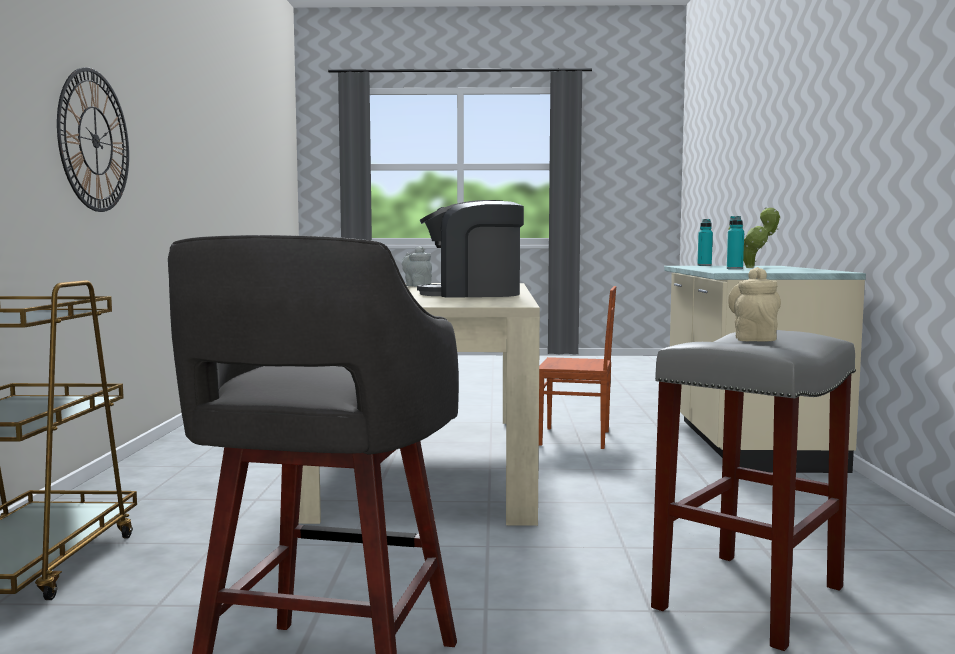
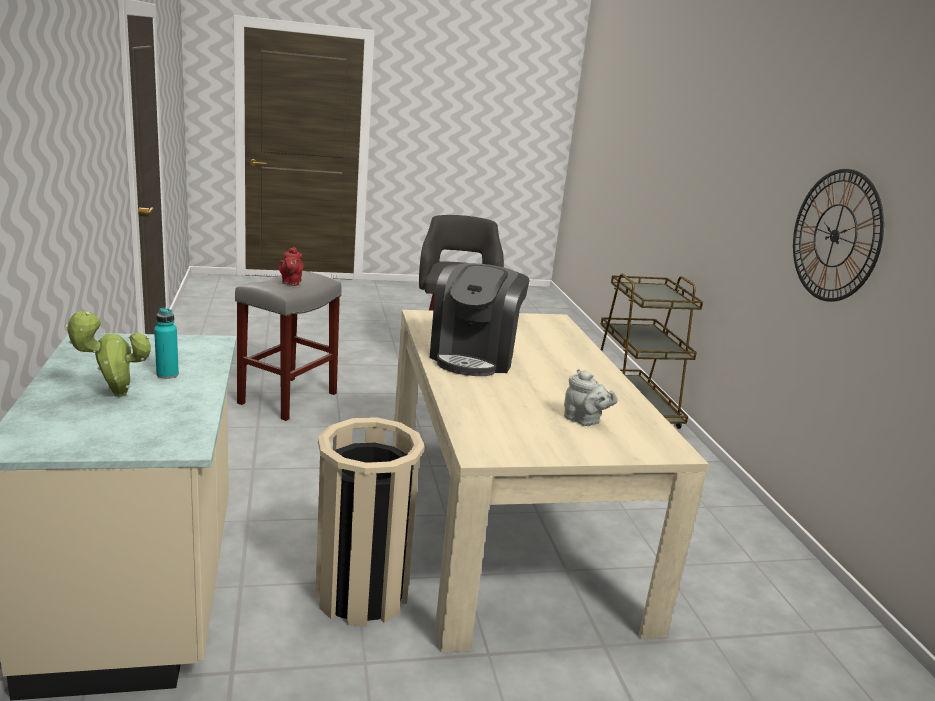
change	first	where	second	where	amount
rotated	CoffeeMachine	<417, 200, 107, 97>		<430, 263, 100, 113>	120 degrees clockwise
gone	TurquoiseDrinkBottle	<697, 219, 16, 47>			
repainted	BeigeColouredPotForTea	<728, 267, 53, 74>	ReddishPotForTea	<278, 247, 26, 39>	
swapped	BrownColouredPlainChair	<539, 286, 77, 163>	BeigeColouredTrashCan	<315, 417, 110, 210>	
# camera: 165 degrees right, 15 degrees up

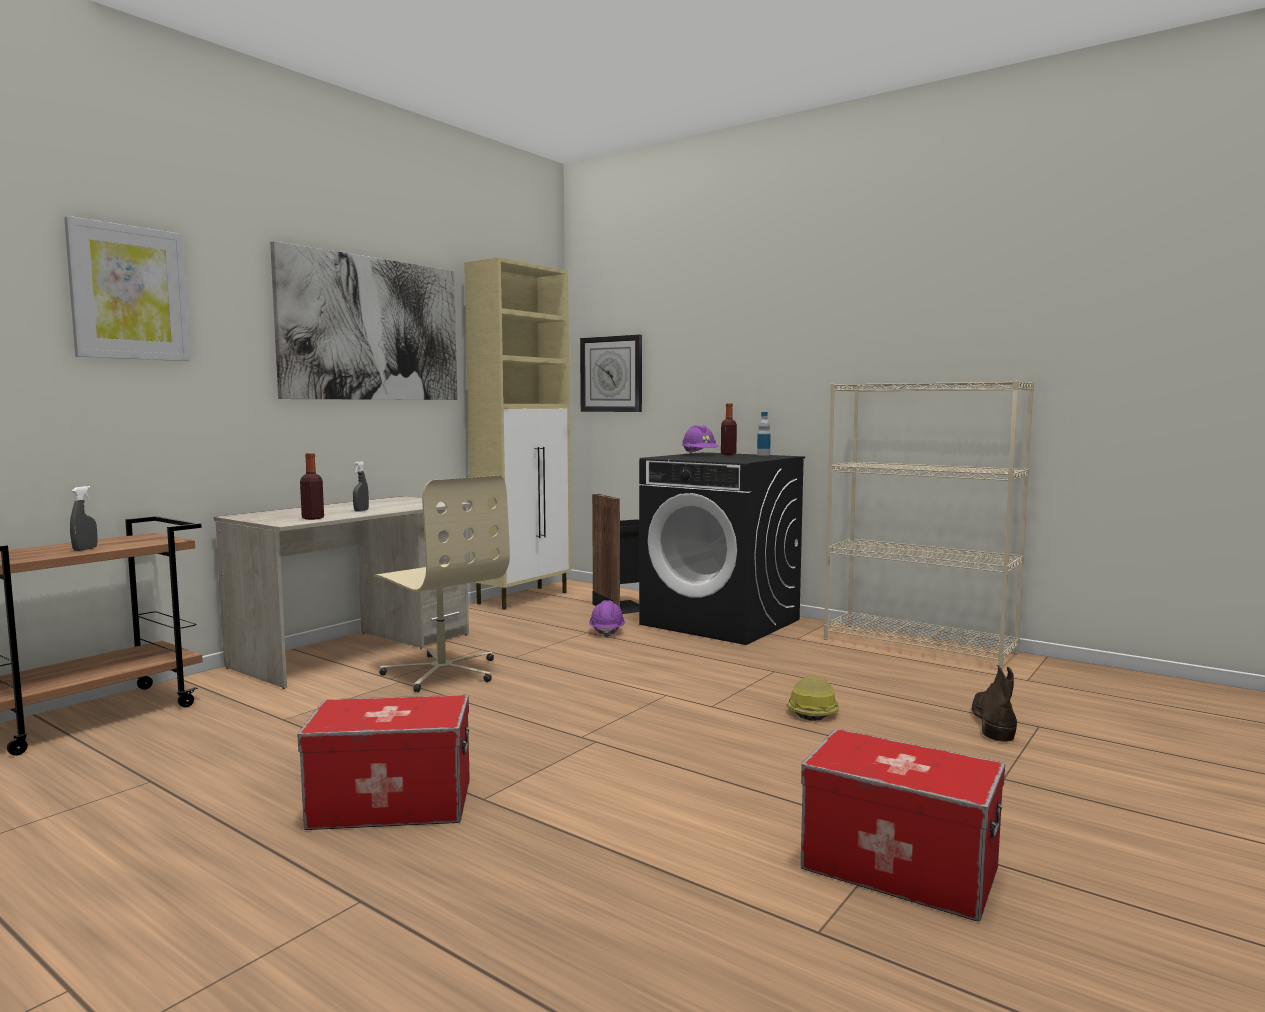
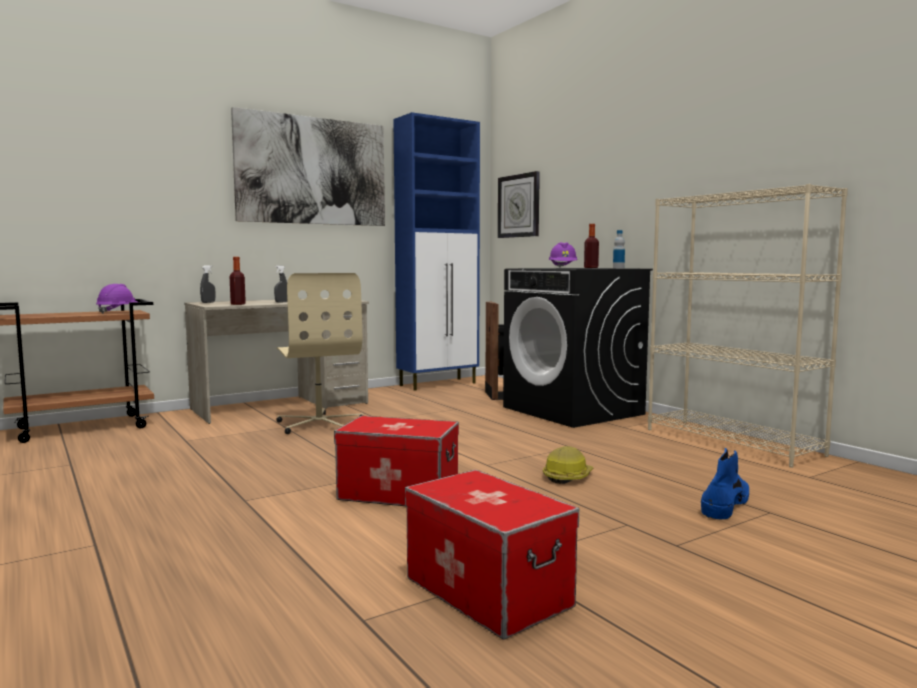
change	first	where	second	where	amount
gone	WallPicture	<64, 216, 127, 145>			
repainted	BeigeColouredStorageCabinet	<464, 258, 107, 352>	BlueColouredStorageCabinet	<393, 112, 87, 279>	
shifted	GreyishSprayBottle	<70, 486, 28, 65>		<200, 265, 16, 38>	
shifted	PurpleColouredHardHat	<589, 600, 36, 38>		<96, 284, 41, 30>	
repainted	BrownColouredTallBoot	<971, 665, 46, 77>	BlueColouredTallBoot	<701, 448, 48, 71>	
shifted	StorageContainer	<297, 695, 173, 135>		<334, 416, 125, 90>	
# camera: 20 degrees right, 0 degrees up

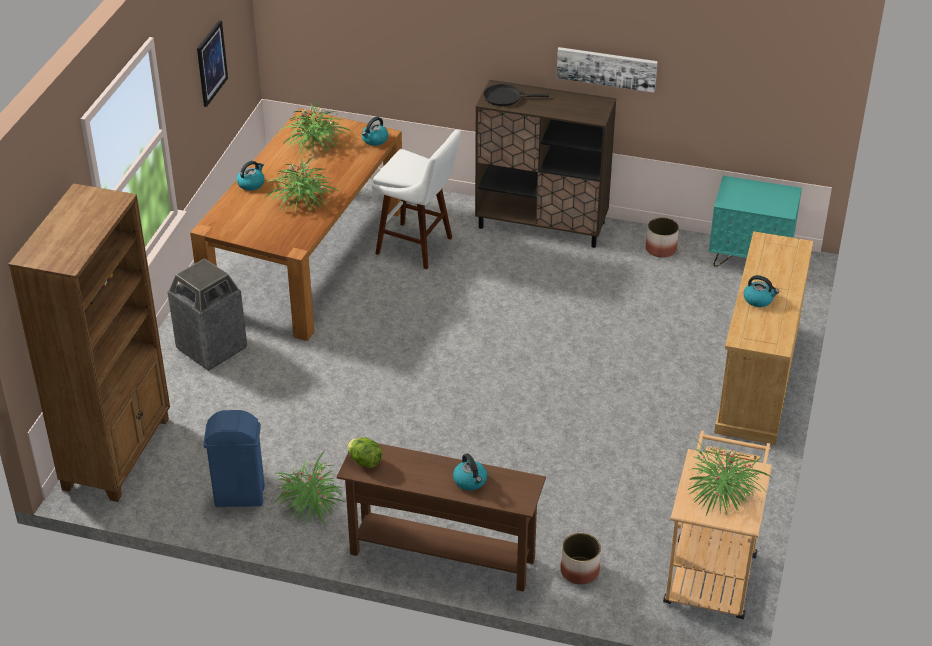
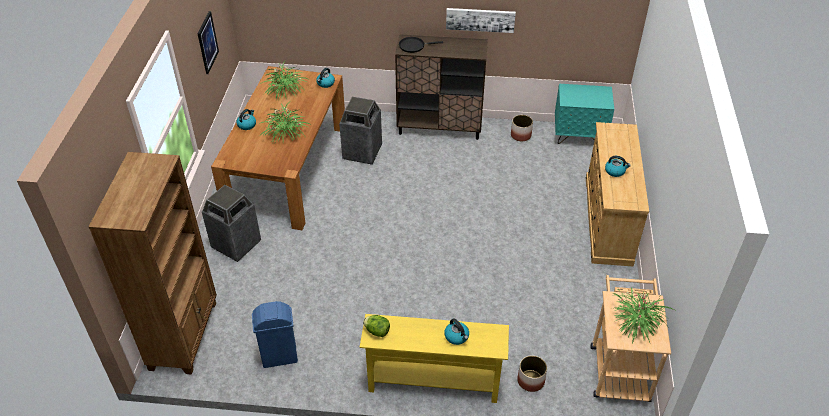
change	first	where	second	where	amount
swapped	WhitishStool	<372, 129, 89, 140>	TrashCan	<339, 97, 43, 68>	
repainted	BrownColouredNarrowTable	<337, 443, 209, 149>	YellowColouredNarrowTable	<360, 314, 149, 89>	
gone	PlantInAPot	<272, 452, 75, 76>			
# camera: 10 degrees left, 5 degrees up

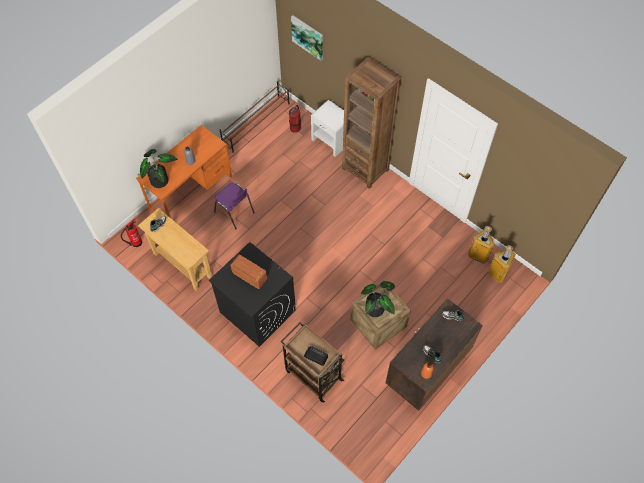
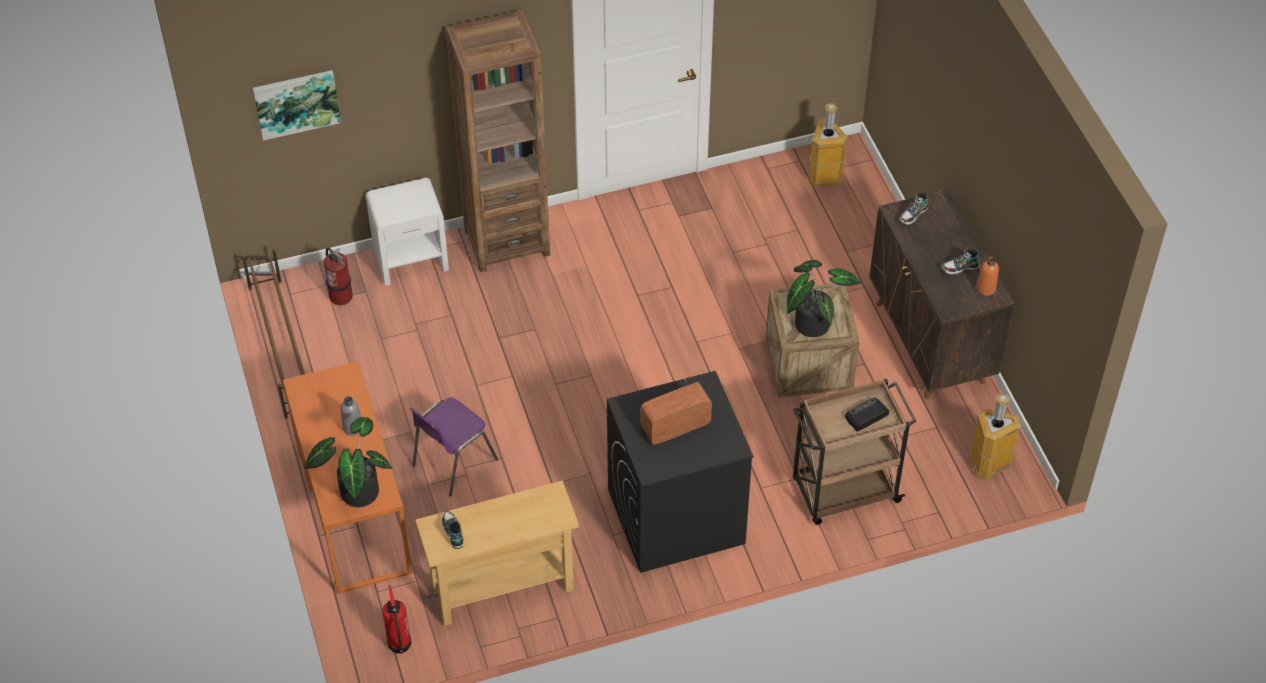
change	first	where	second	where	amount
rotated	PurpleColouredPlainChair	<214, 183, 41, 46>		<410, 397, 88, 100>	150 degrees clockwise
shifted	TrashCan	<468, 226, 27, 38>		<970, 393, 51, 87>	
# camera: 60 degrees left, 10 degrees down

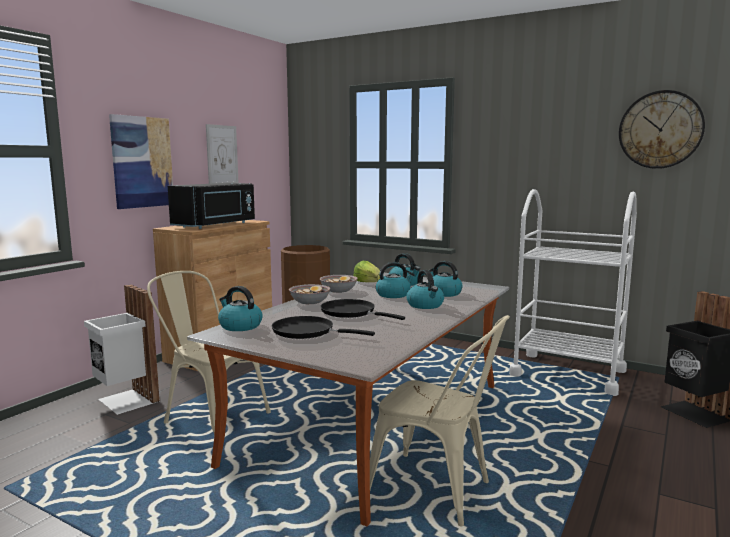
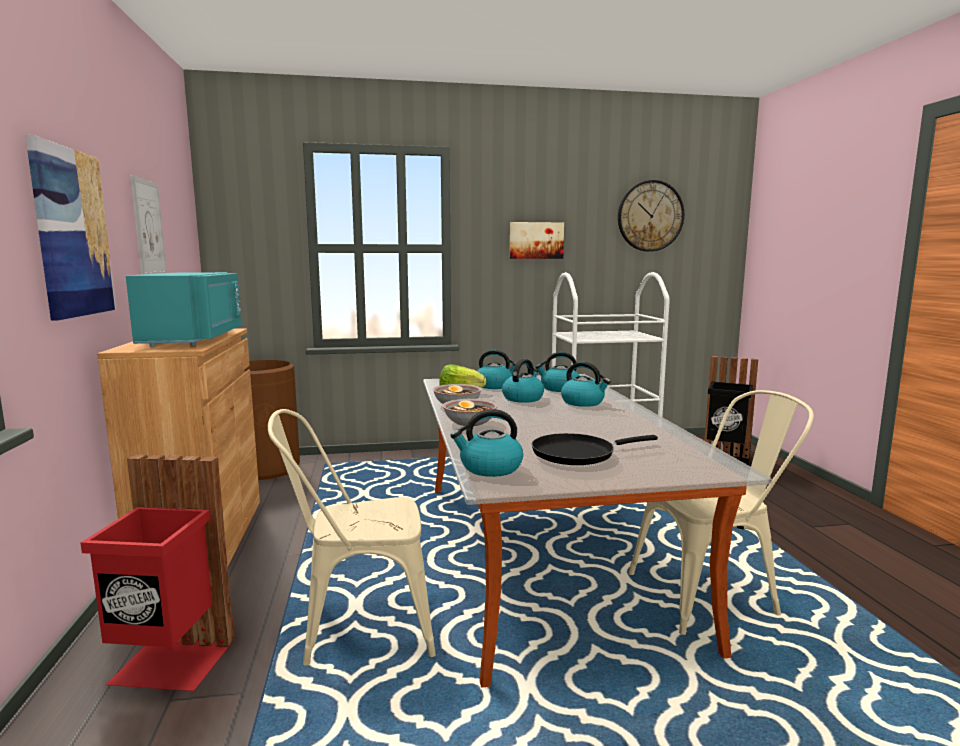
change	first	where	second	where	amount
repainted	BlackishMicrowave	<168, 183, 87, 46>	TurquoiseMicrowave	<126, 272, 115, 74>	
repainted	WhitishTrashCan	<84, 284, 76, 131>	ReddishTrashCan	<80, 454, 155, 237>	
gone	BlackishSkillet	<320, 299, 85, 21>			
new			WallPicture	<510, 222, 54, 37>	
# camera: 40 degrees left, 0 degrees up

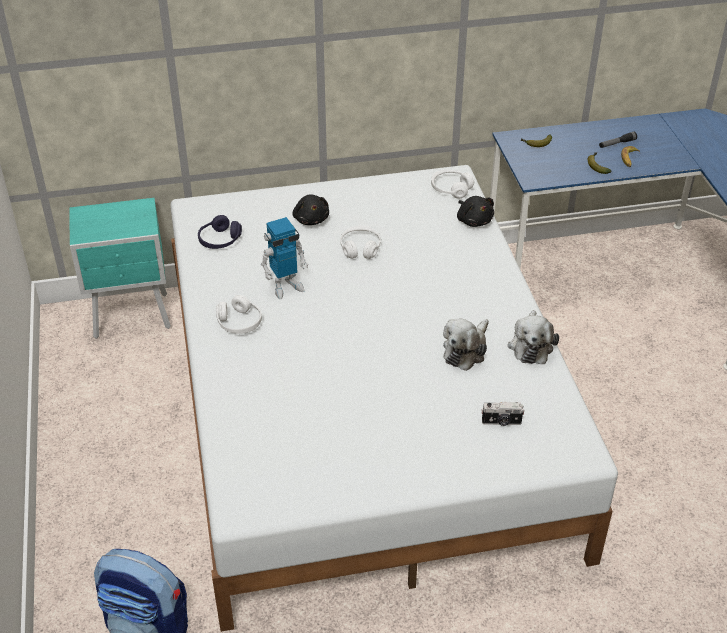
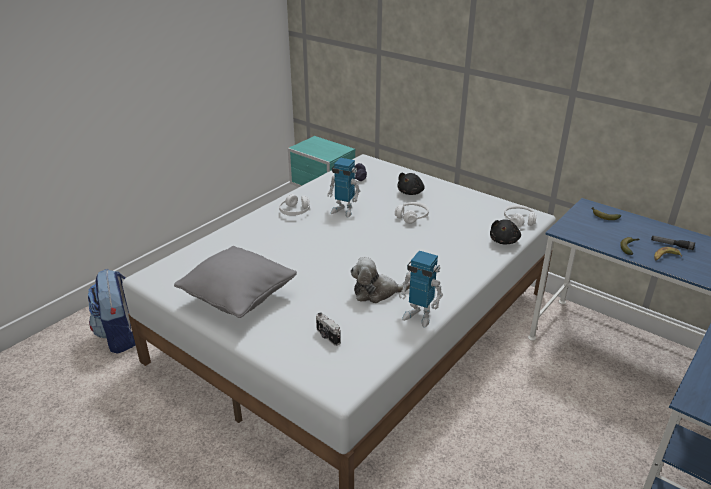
change	first	where	second	where	amount
swapped	CuddlyToy	<508, 310, 51, 54>	ToyRobot	<399, 251, 44, 77>	
new			GreyishThrowPillow	<174, 246, 123, 72>	
# camera: 50 degrees right, 10 degrees down

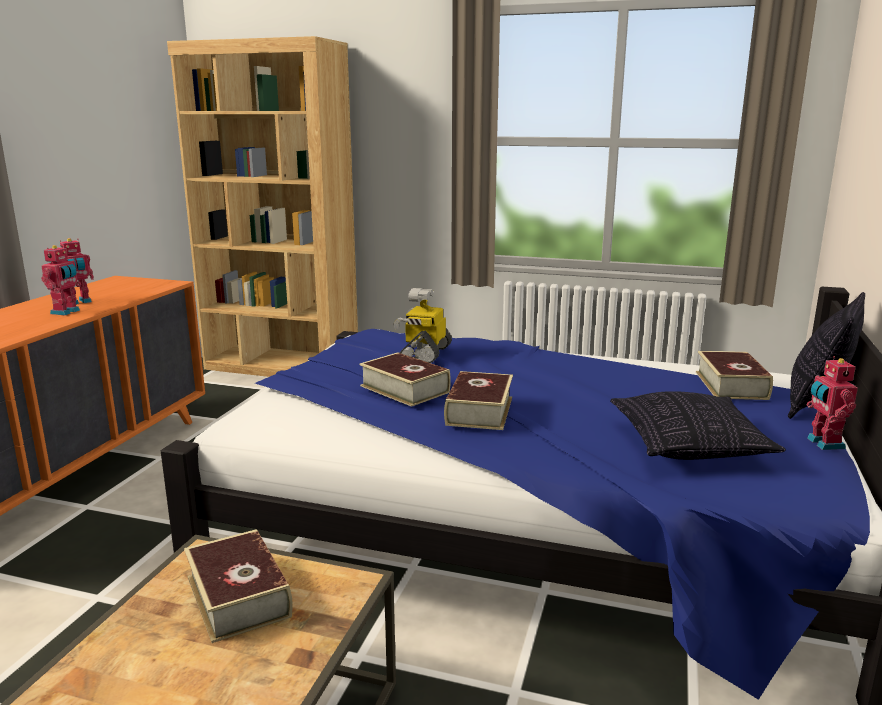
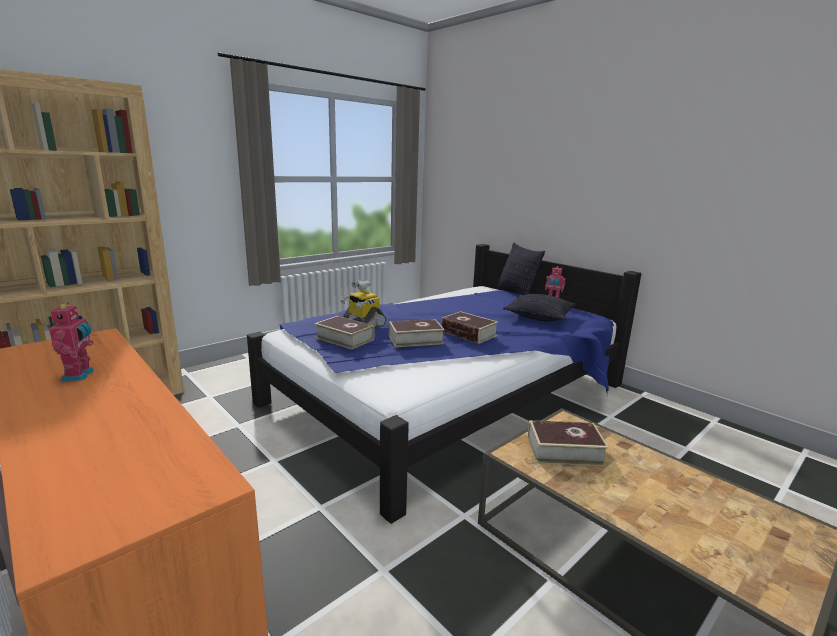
change	first	where	second	where	amount
gone	ToyRobot	<41, 245, 40, 70>			
shifted	BoundBook	<696, 351, 77, 49>		<315, 316, 60, 34>	
# camera: 60 degrees left, 0 degrees up

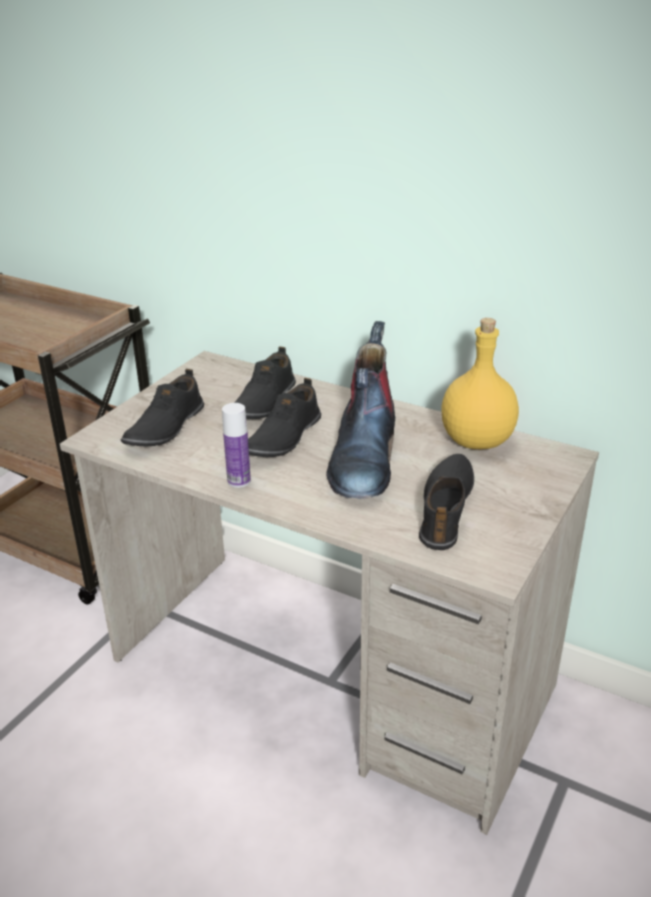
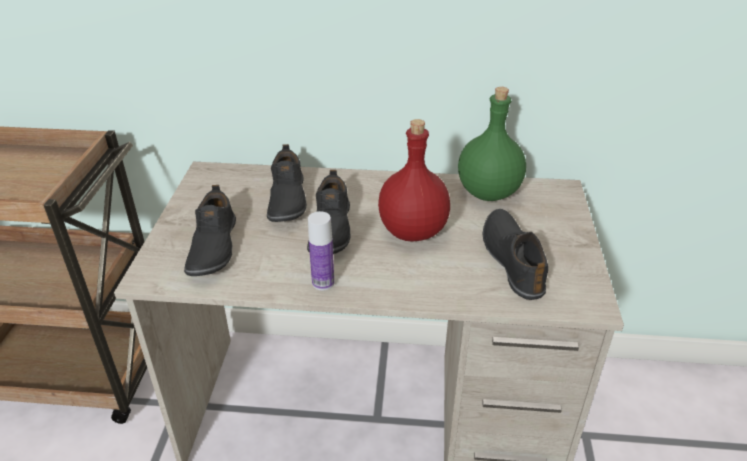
change	first	where	second	where	amount
repainted	YellowColouredDrinkBottle	<441, 318, 78, 131>	GreenishDrinkBottle	<458, 87, 68, 114>	
swapped	TallBoot	<326, 321, 69, 178>	ReddishDrinkBottle	<378, 119, 72, 122>	
# camera: 25 degrees left, 5 degrees up

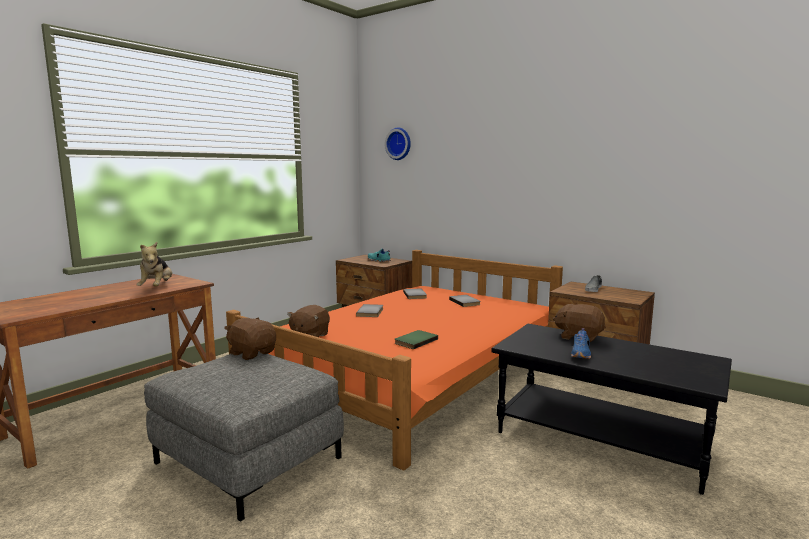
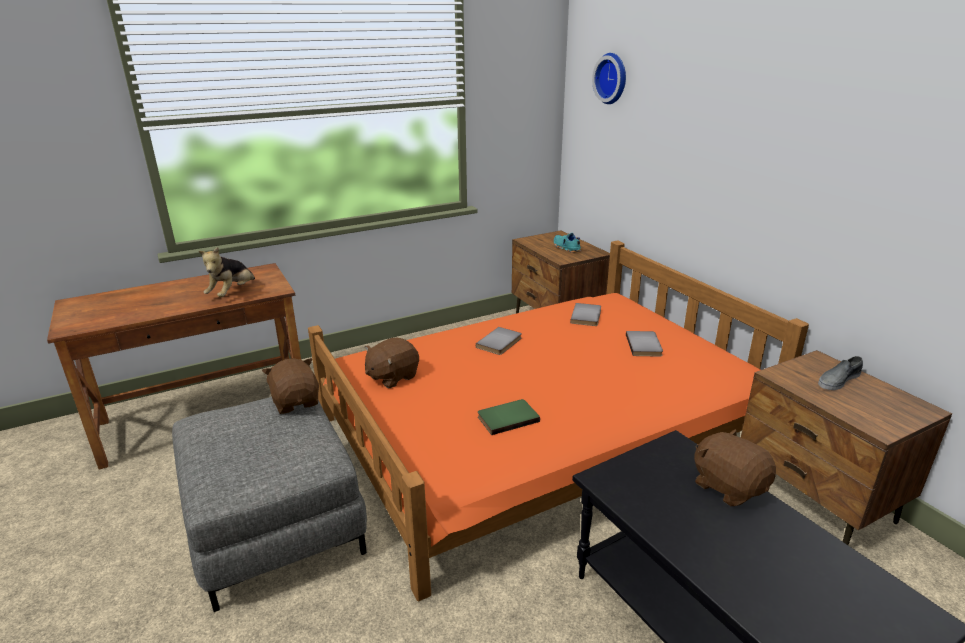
change	first	where	second	where	amount
gone	BlueColouredLowShoe	<571, 328, 20, 31>			
# camera: 25 degrees right, 15 degrees up

